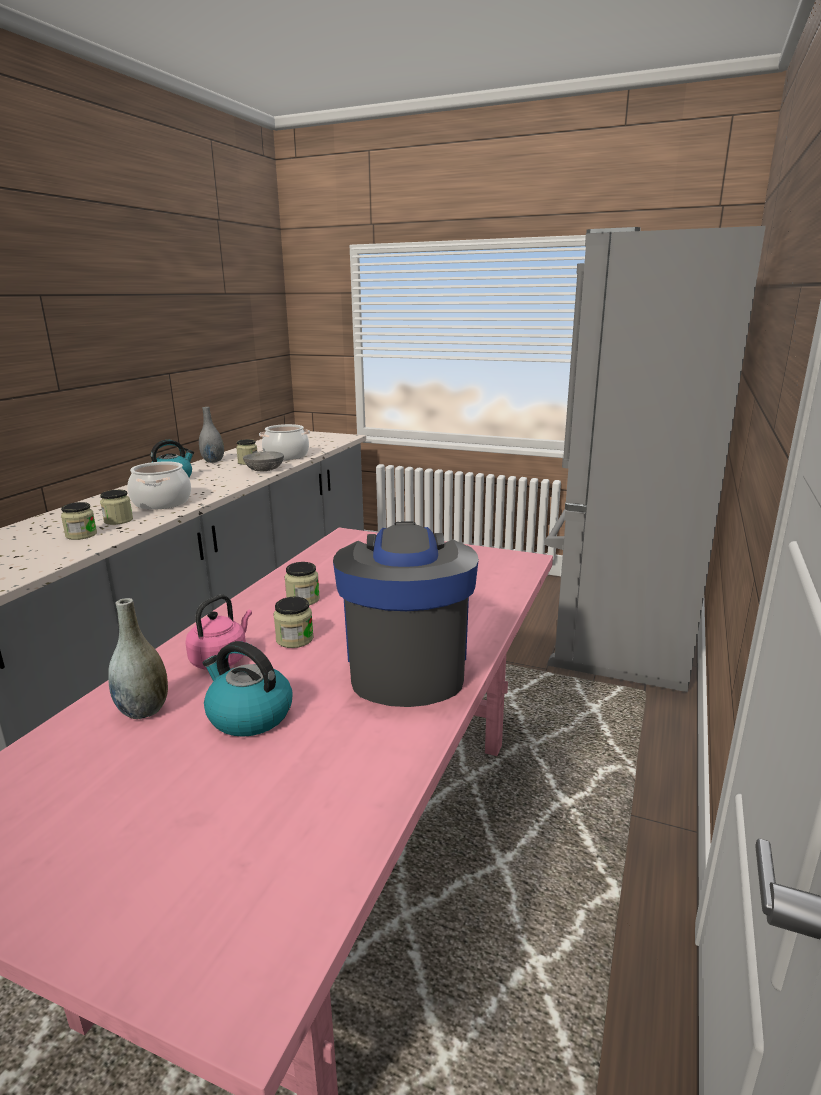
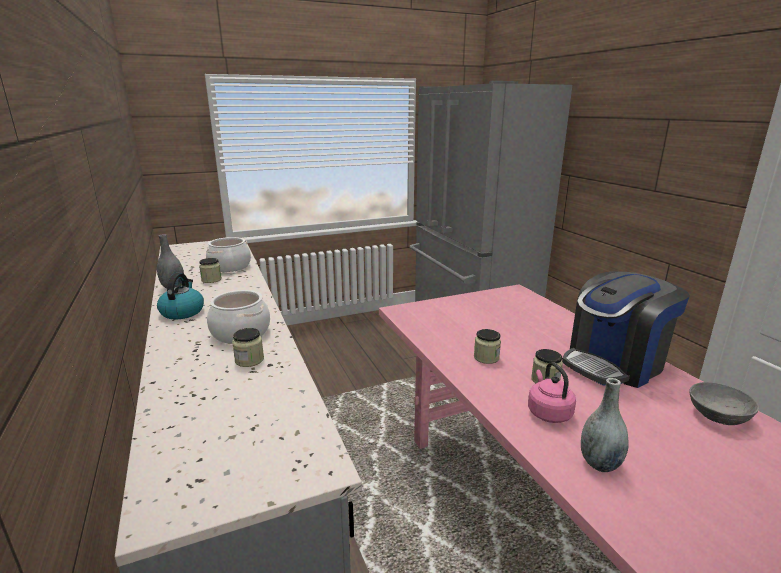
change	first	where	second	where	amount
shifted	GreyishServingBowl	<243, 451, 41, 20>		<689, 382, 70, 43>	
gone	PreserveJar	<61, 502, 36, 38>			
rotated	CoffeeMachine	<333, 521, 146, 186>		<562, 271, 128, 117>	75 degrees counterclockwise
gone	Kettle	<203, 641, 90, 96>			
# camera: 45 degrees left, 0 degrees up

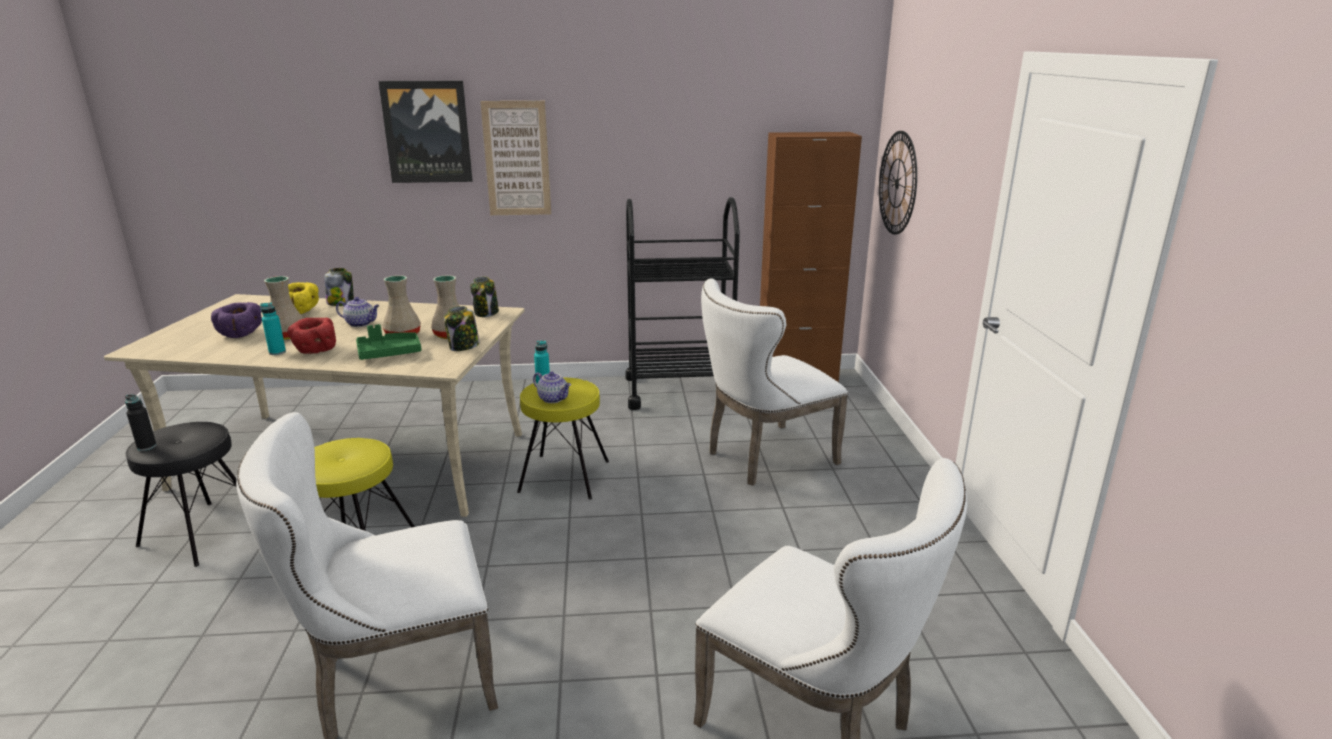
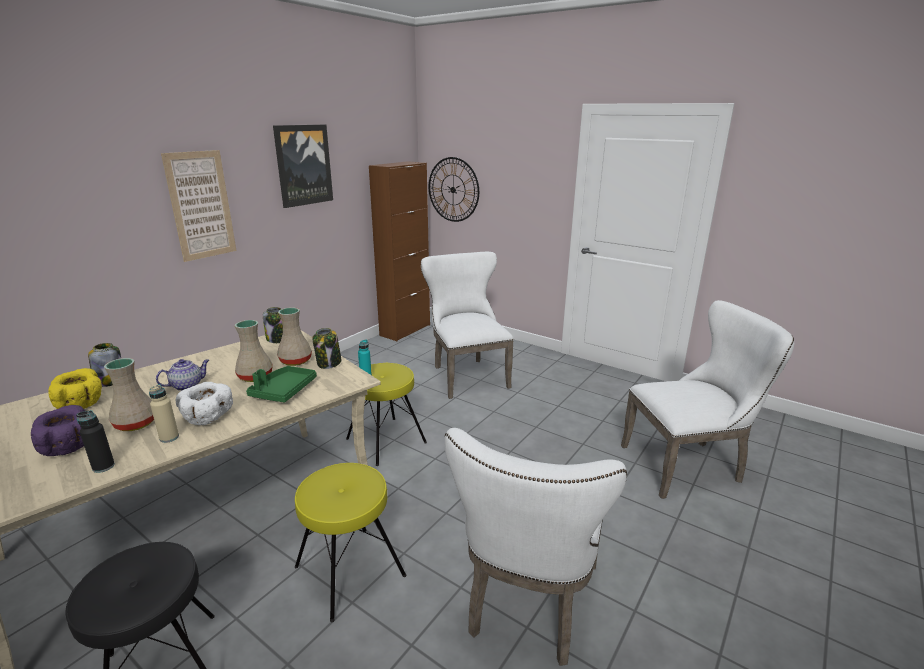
change	first	where	second	where	amount
shifted	WallPicture	<378, 81, 95, 102>		<273, 125, 60, 83>	
gone	BlackishTrolley	<625, 197, 115, 213>			
rotated	WhitishPlainChair	<701, 278, 147, 208>		<421, 252, 93, 147>	150 degrees clockwise
repainted	TurquoiseDrinkBottle	<260, 303, 26, 52>	BeigeColouredDrinkBottle	<149, 385, 30, 58>	
repainted	ReddishServingBowl	<287, 318, 49, 36>	WhitishServingBowl	<176, 382, 57, 43>	
gone	PotForTea	<533, 372, 38, 31>			
shifted	BlackishDrinkBottle	<125, 394, 32, 57>		<76, 410, 39, 63>	
# camera: 50 degrees left, 0 degrees up

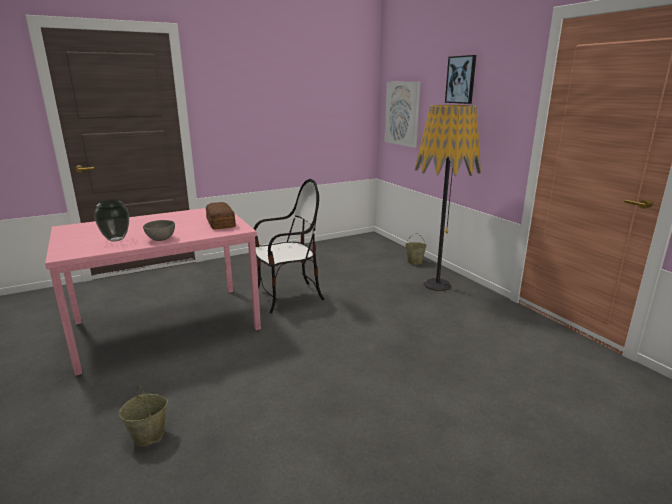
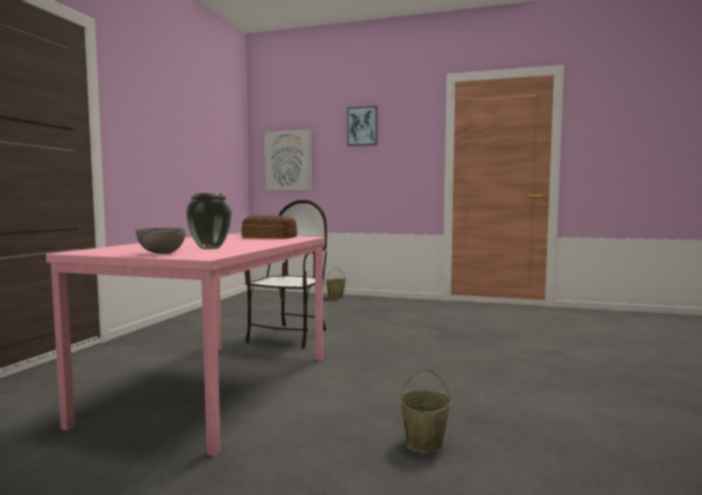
change	first	where	second	where	amount
gone	StandingLamp	<415, 105, 66, 186>			
shifted	GreyishServingBowl	<143, 220, 32, 21>		<136, 228, 50, 26>	
# camera: 45 degrees left, 15 degrees down

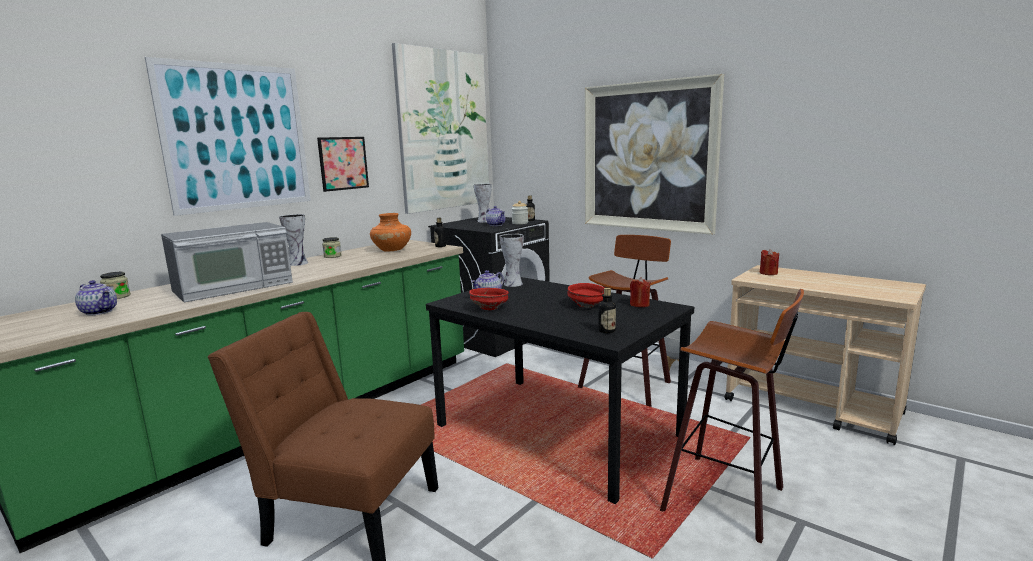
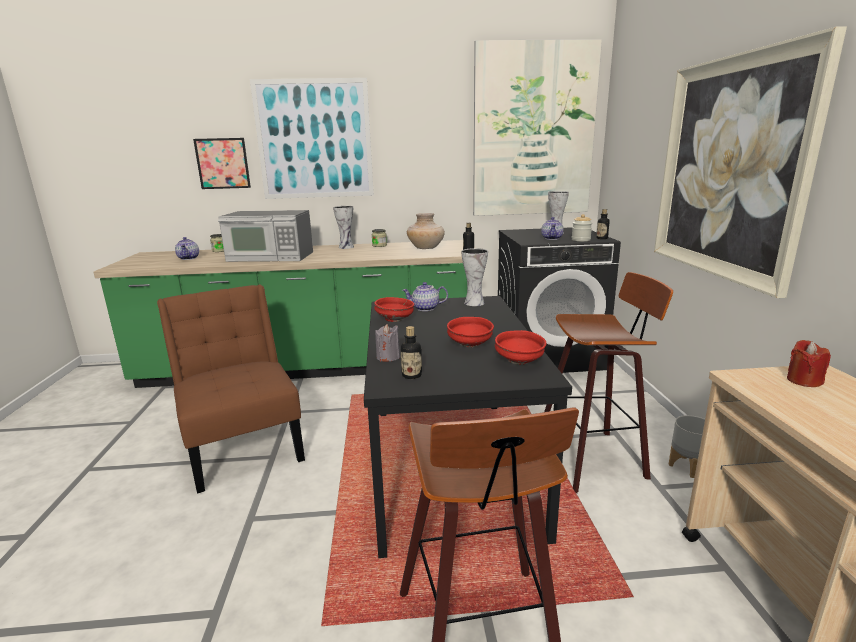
change	first	where	second	where	amount
shifted	WallPicture	<317, 137, 52, 55>		<193, 138, 58, 51>	
repainted	OrangeyFlowerVase	<370, 213, 41, 38>	BeigeColouredFlowerVase	<407, 213, 38, 36>	
swapped	ReddishWaxCandle	<630, 277, 21, 30>	ReddishServingBowl	<495, 330, 51, 35>	
new			GreyishWaxCandle	<375, 324, 25, 37>	
# camera: 45 degrees right, 5 degrees up

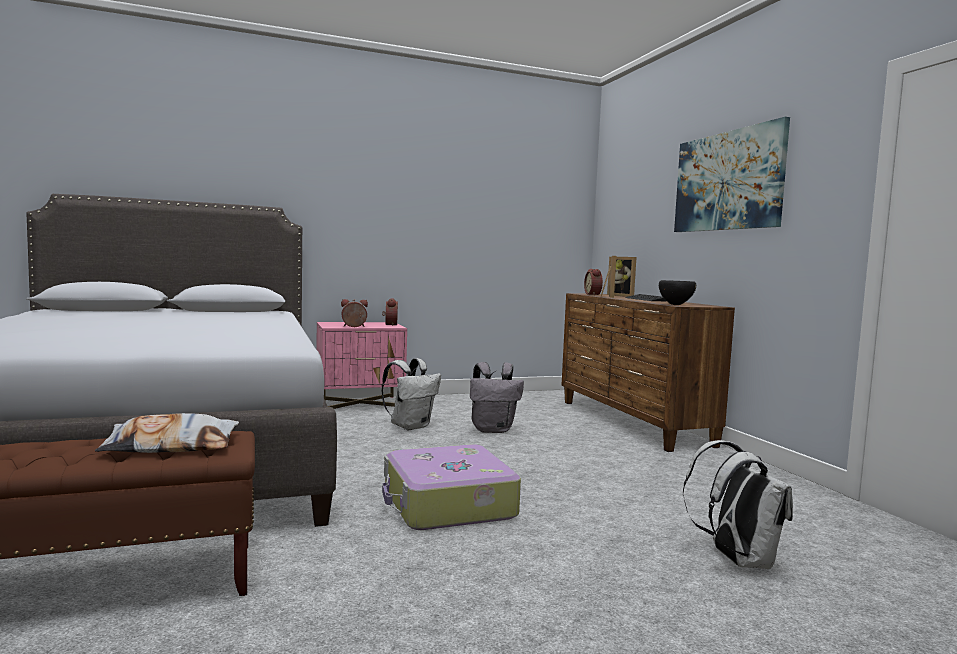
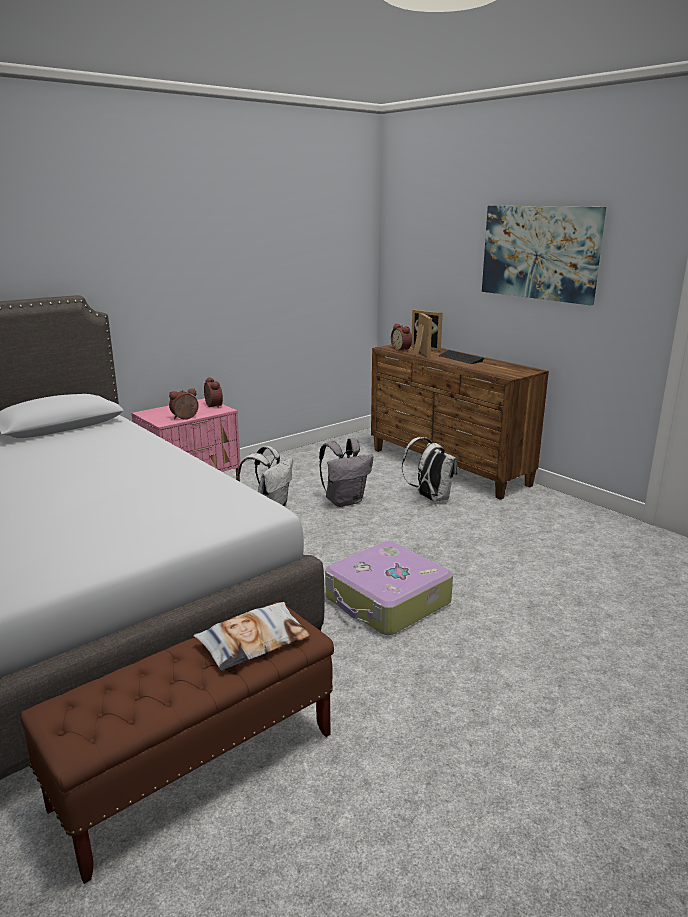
change	first	where	second	where	amount
gone	BlackishServingBowl	<659, 280, 37, 25>			
shifted	WhitishRucksack	<683, 440, 110, 129>		<402, 437, 56, 64>	
# camera: 20 degrees left, 15 degrees up

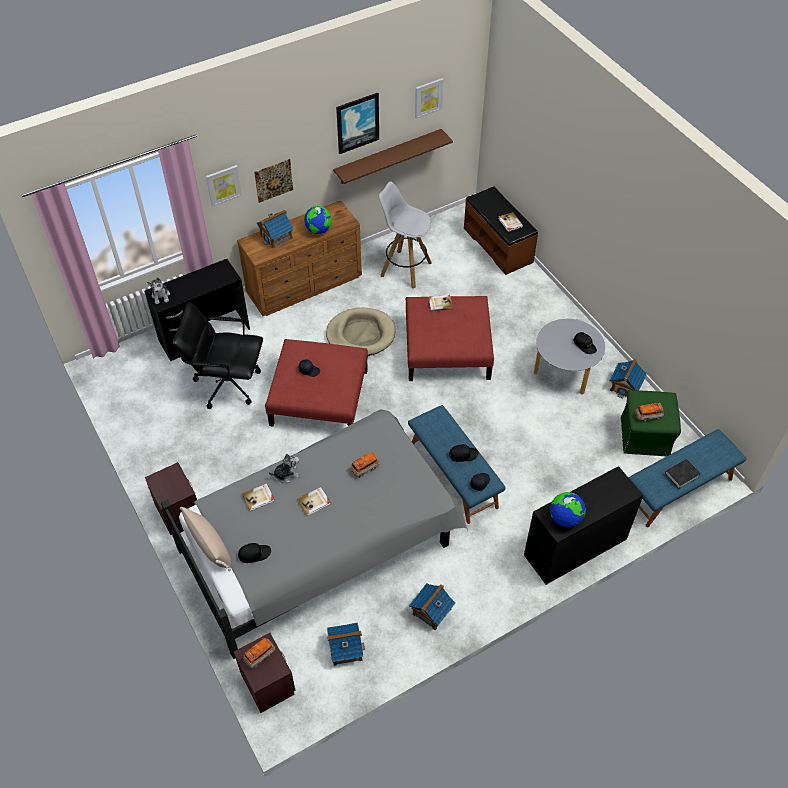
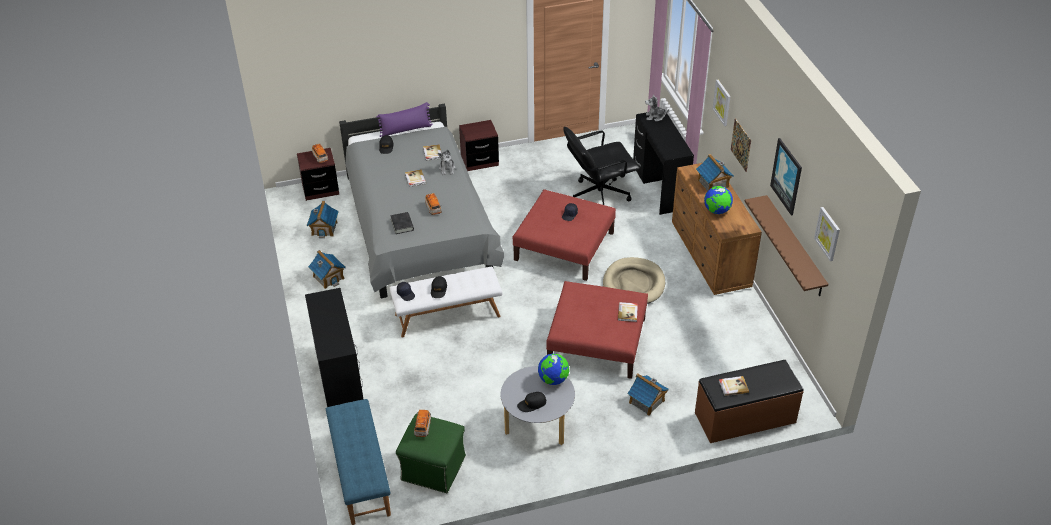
change	first	where	second	where	amount
gone	WhitishStool	<379, 182, 53, 106>			
rotated	BlackishOfficeChair	<173, 302, 90, 107>		<563, 127, 77, 78>	135 degrees counterclockwise
shifted	MiniatureHouse	<609, 359, 38, 40>		<627, 374, 42, 42>	
repainted	BlueColouredIndoorBench	<408, 405, 98, 119>	WhitishIndoorBench	<389, 267, 113, 71>	
shifted	BlackishBoundBook	<665, 459, 36, 30>		<390, 212, 24, 22>	
shifted	DeskGlobe	<550, 492, 36, 35>		<538, 354, 31, 31>	
repainted	BeigeColouredThrowPillow	<180, 507, 51, 64>	PurpleColouredThrowPillow	<376, 102, 56, 35>	
# camera: 105 degrees right, 10 degrees down

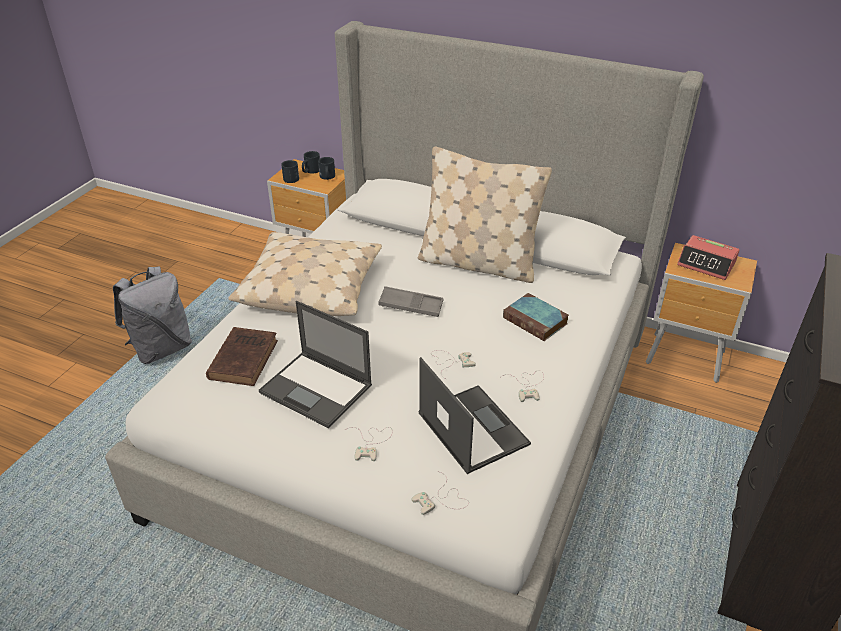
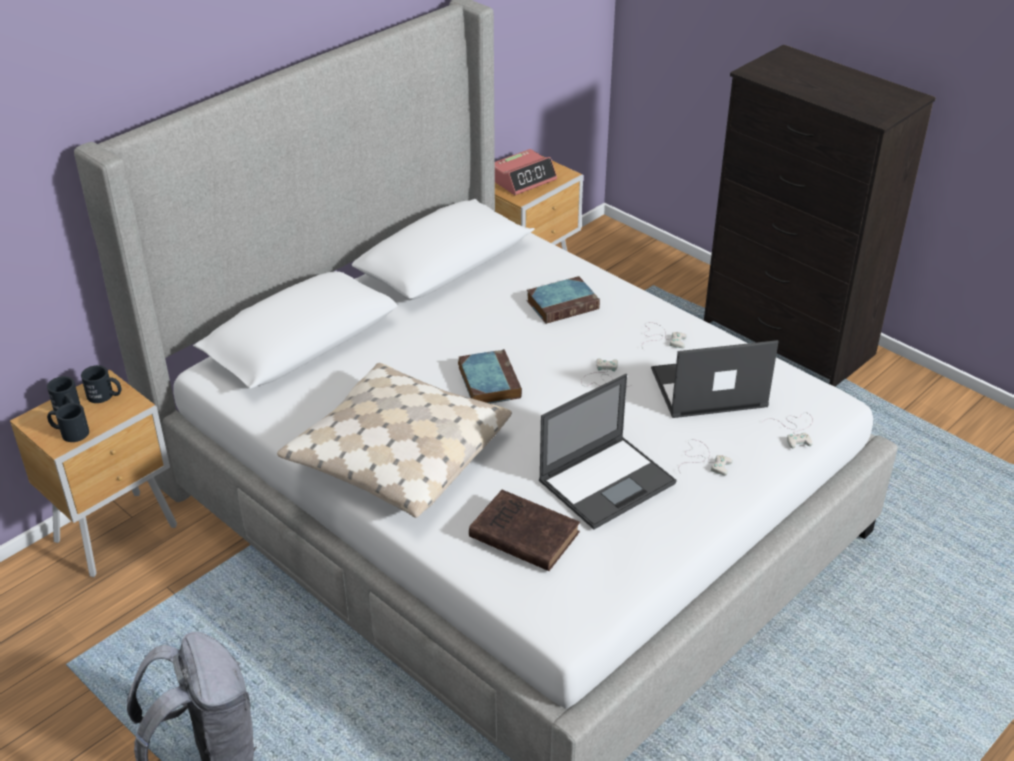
change	first	where	second	where	amount
gone	BeigeColouredThrowPillow	<418, 147, 134, 136>			
swapped	GreyishTray	<378, 286, 65, 31>	BoundBook	<458, 349, 64, 55>	
# camera: 70 degrees left, 0 degrees up

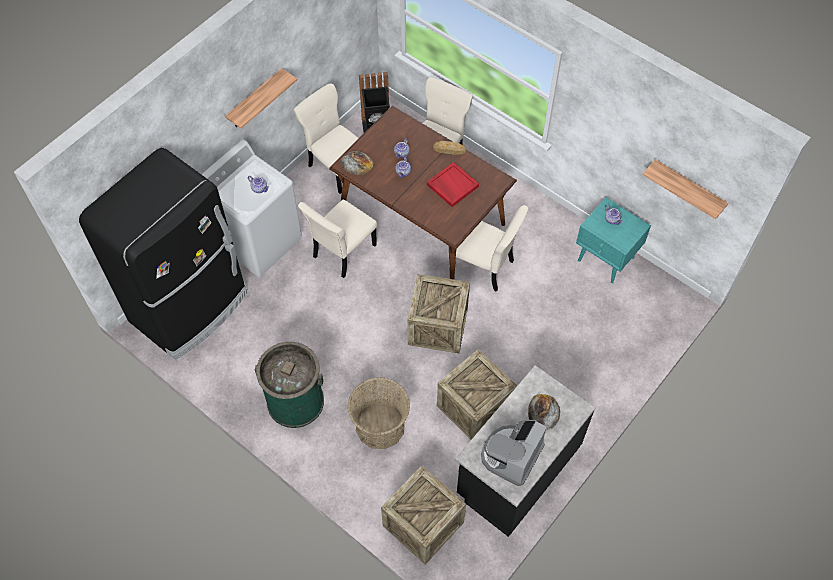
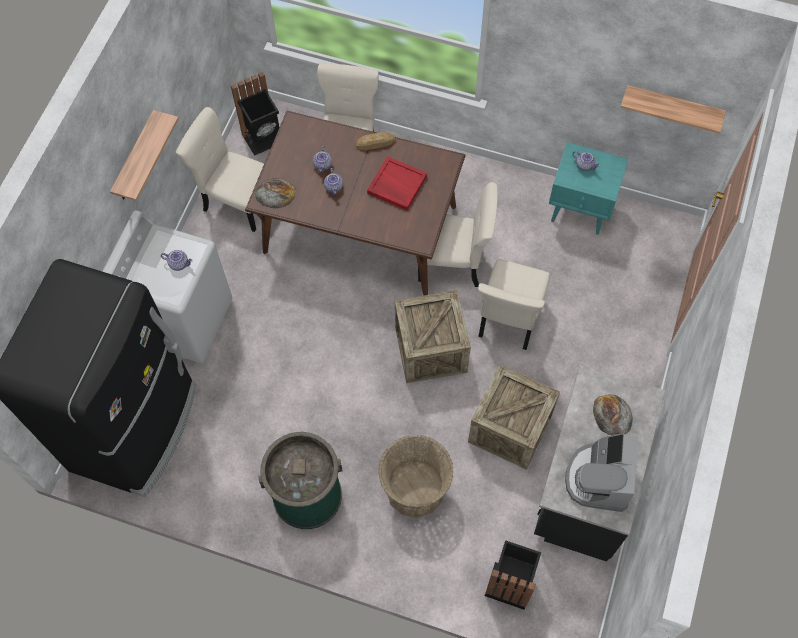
change	first	where	second	where	amount
shifted	BeigeColouredPlainChair	<298, 199, 79, 79>		<478, 259, 72, 91>	
swapped	Crate	<381, 465, 85, 100>	BlackishTrashCan	<485, 540, 56, 70>	
# camera: 20 degrees left, 5 degrees up

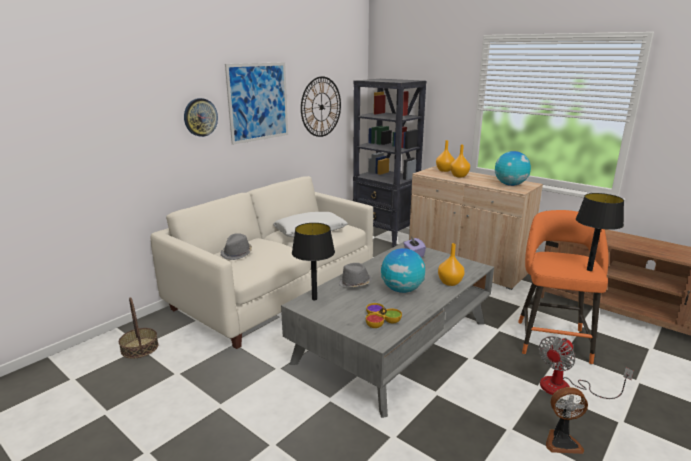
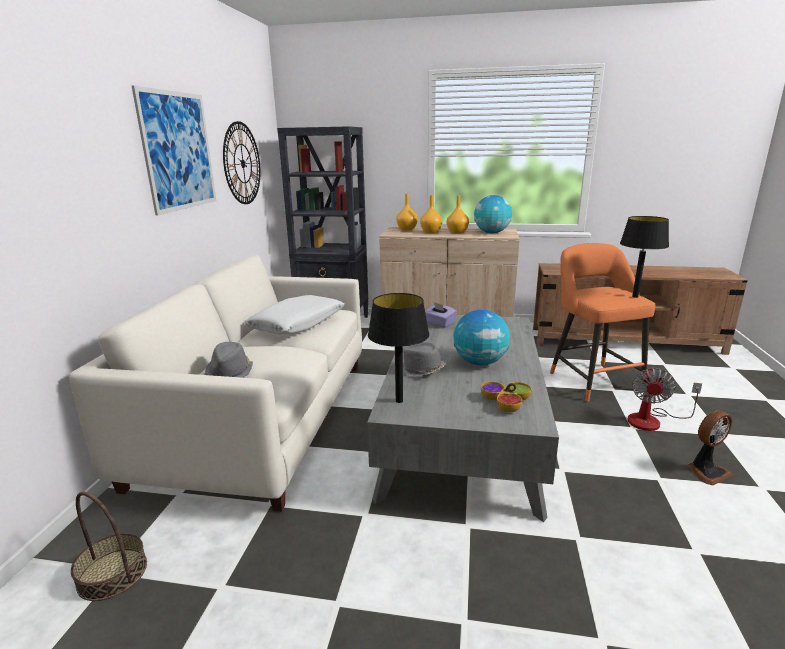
change	first	where	second	where	amount
gone	HangingClock	<184, 98, 34, 39>			
shifted	OrangeyFlowerVase	<438, 243, 27, 43>		<447, 195, 22, 39>	
# camera: 30 degrees left, 0 degrees up

